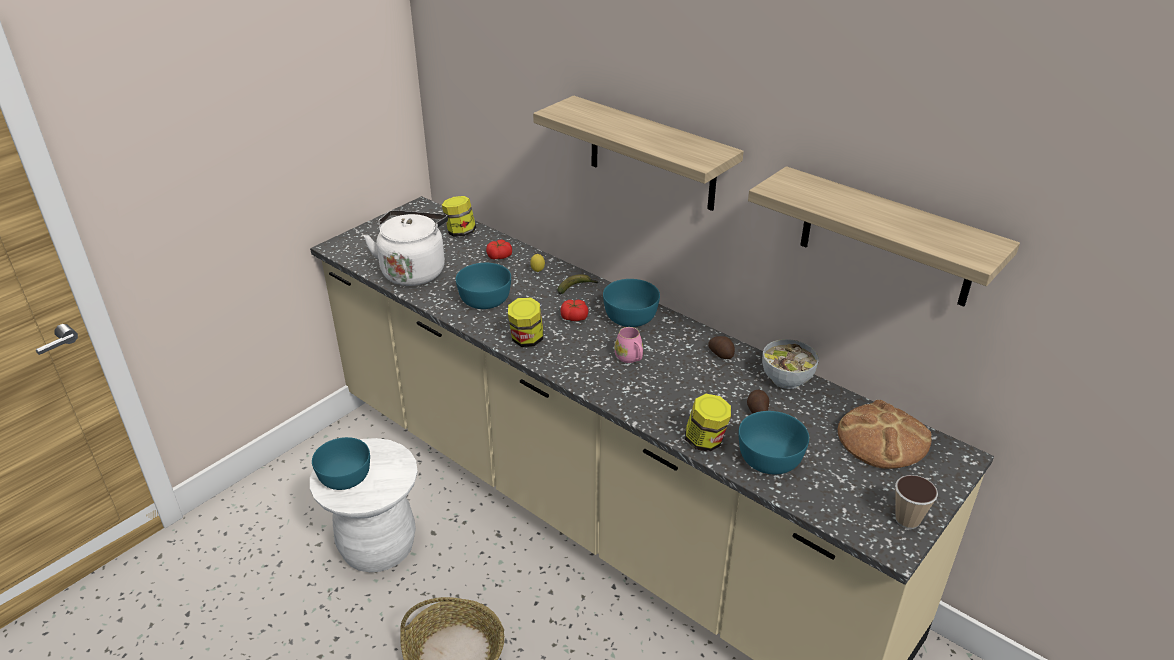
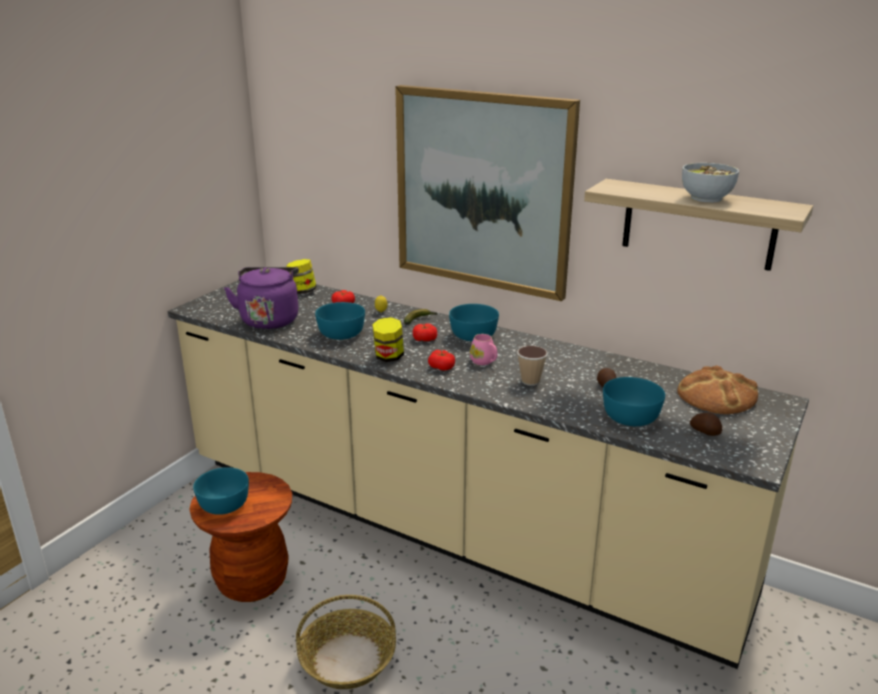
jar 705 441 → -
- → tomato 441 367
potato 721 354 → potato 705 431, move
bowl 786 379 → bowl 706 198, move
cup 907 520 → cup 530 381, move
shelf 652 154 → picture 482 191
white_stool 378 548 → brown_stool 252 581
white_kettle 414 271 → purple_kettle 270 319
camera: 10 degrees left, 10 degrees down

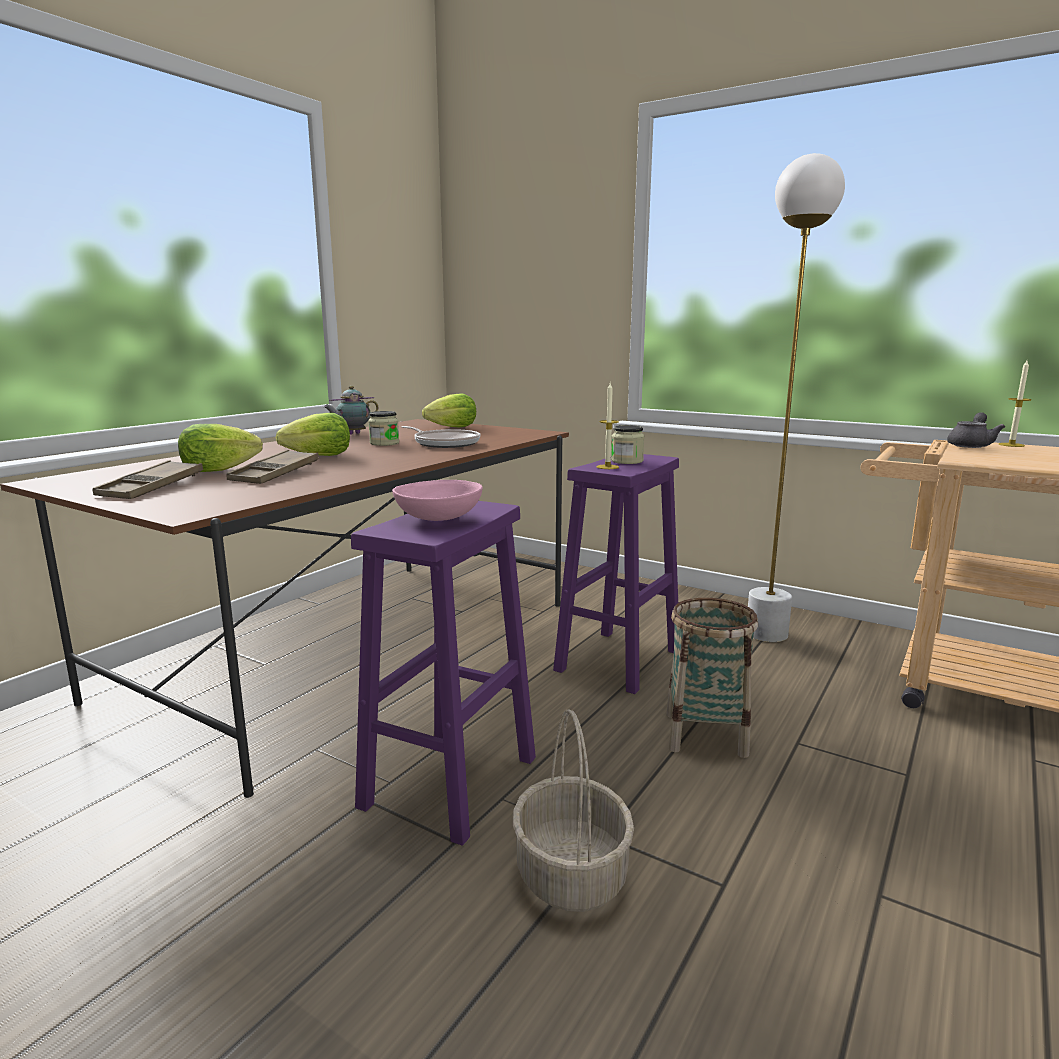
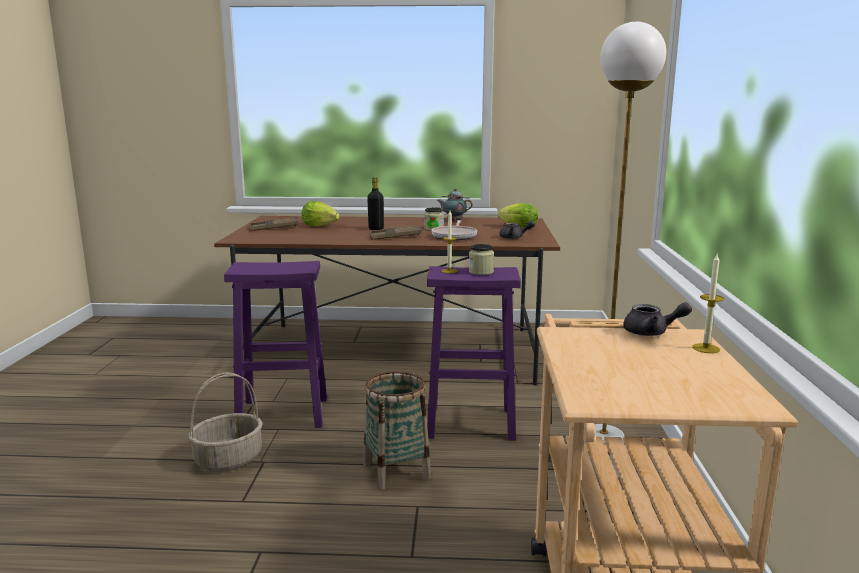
pink_bowl 439 519 → -
- → grey_teapot 514 238
brown_tray 275 474 → brown_tray 395 237, move
lettuce 319 456 → black_bottle 376 229
camera: 60 degrees right, 0 degrees up

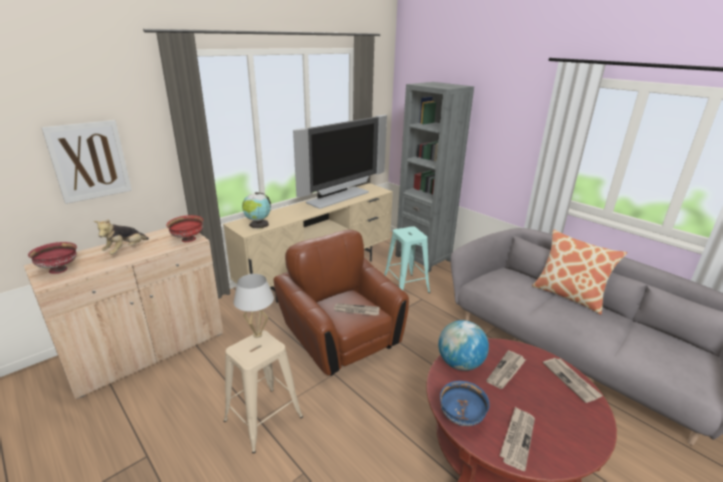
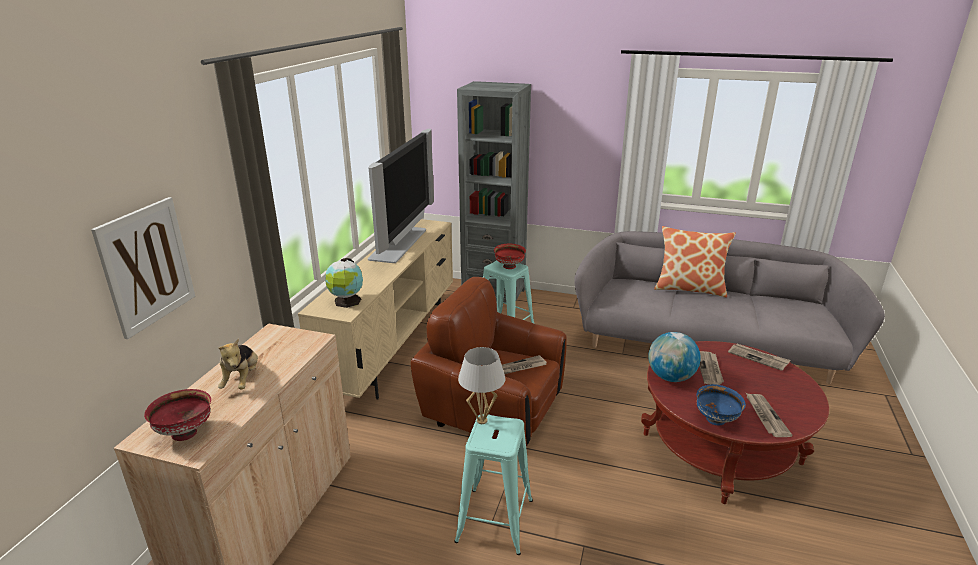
red_bowl 188 239 → red_bowl 509 266, move
beige_stool 263 418 → turquoise_stool 495 520
camera: 30 degrees left, 0 degrees up

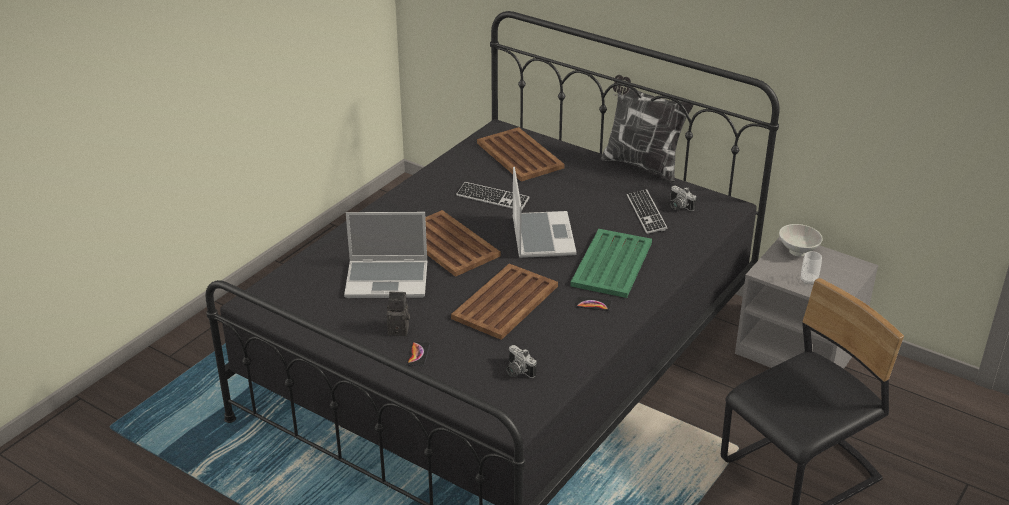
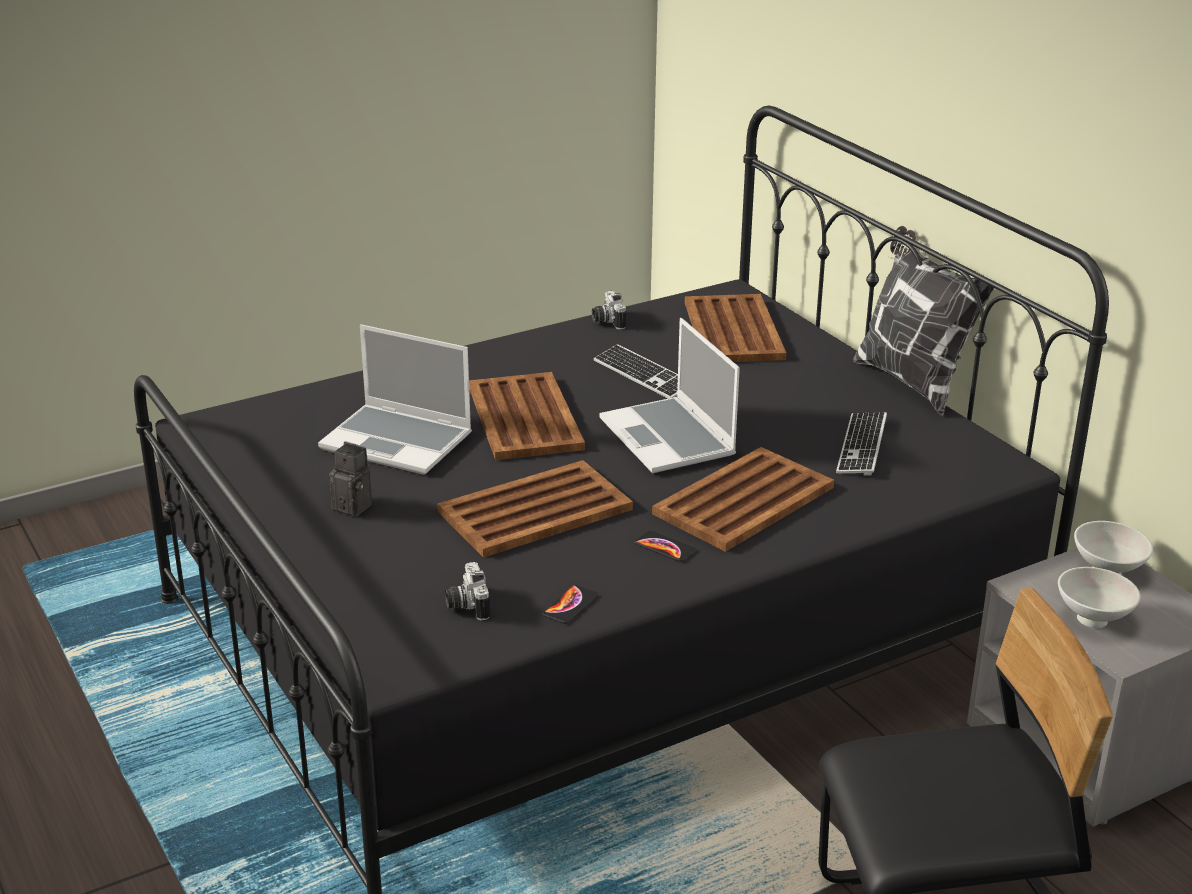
phone 418 354 → phone 570 605, move
photo_camera 678 207 → photo_camera 606 321, move
cup 808 280 → white_bowl 1092 618
green_tray 612 263 → brown_tray 745 500
laptop 541 236 → laptop 669 438, 135 degrees clockwise
camera: 25 degrees right, 5 degrees down

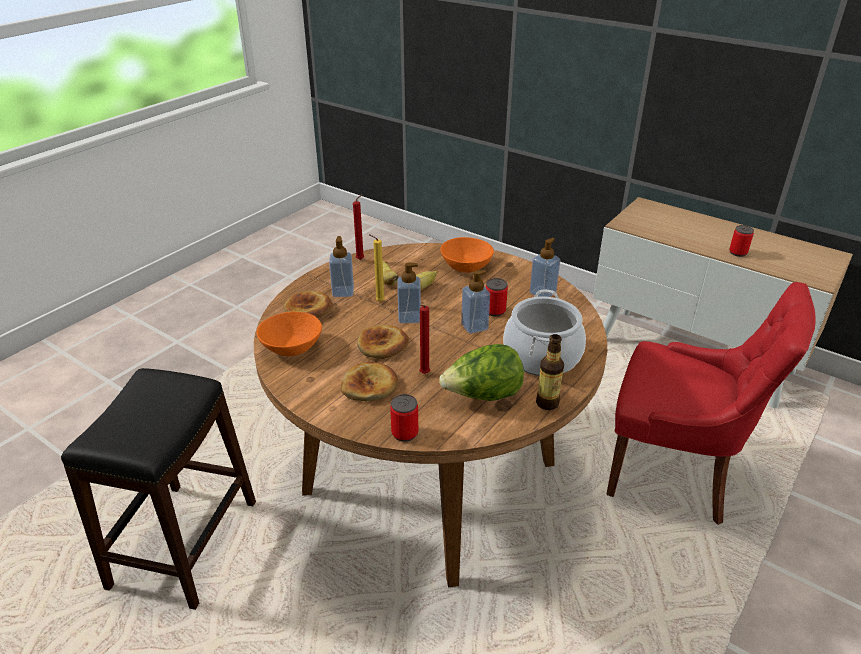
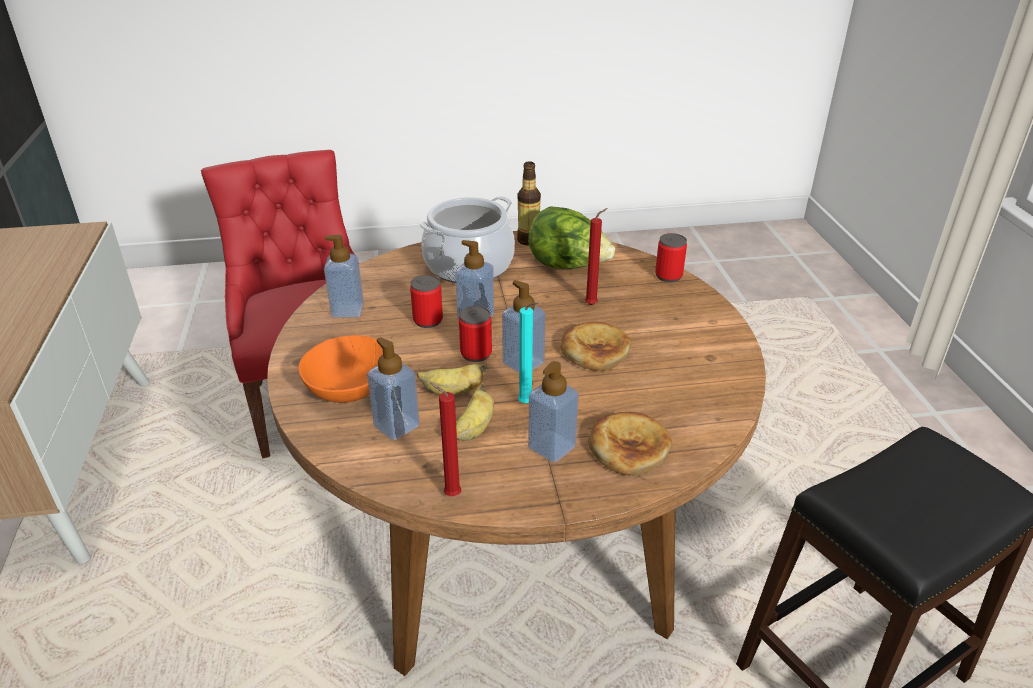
orange_bowl 292 348 → -
bread 369 385 → -
- → soap_dispenser 396 426
can 738 252 → can 476 353, move
yellow_candle 378 301 → turquoise_candle 527 404
camera: 135 degrees left, 0 degrees up

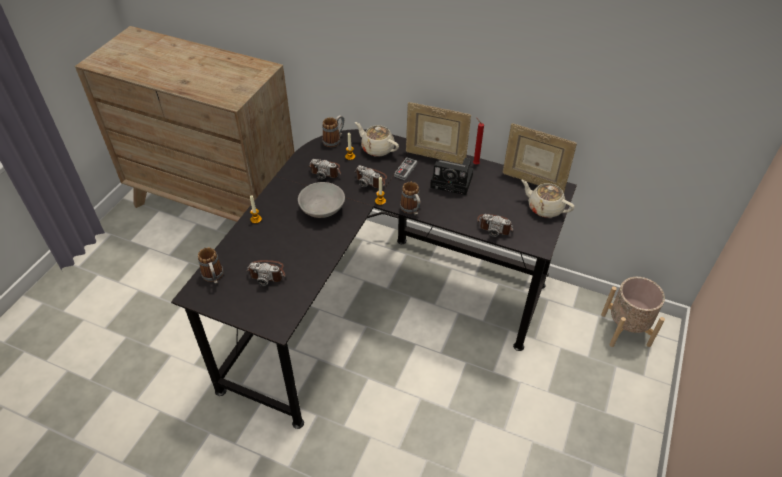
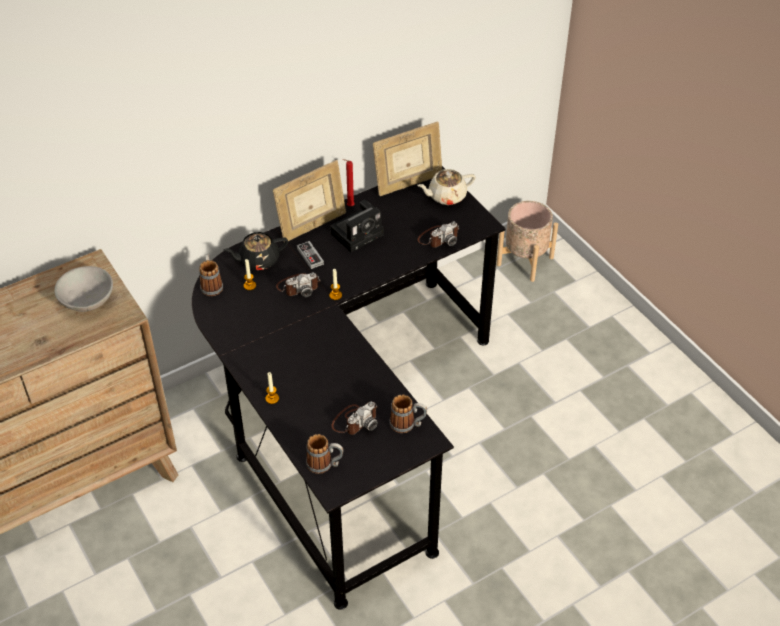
photo_camera 325 170 → -
grey_bowl 322 209 → grey_bowl 87 300, move
mug 412 210 → mug 407 424, move
beige_teapot 377 148 → black_teapot 258 260
camera: 55 degrees left, 0 degrees up

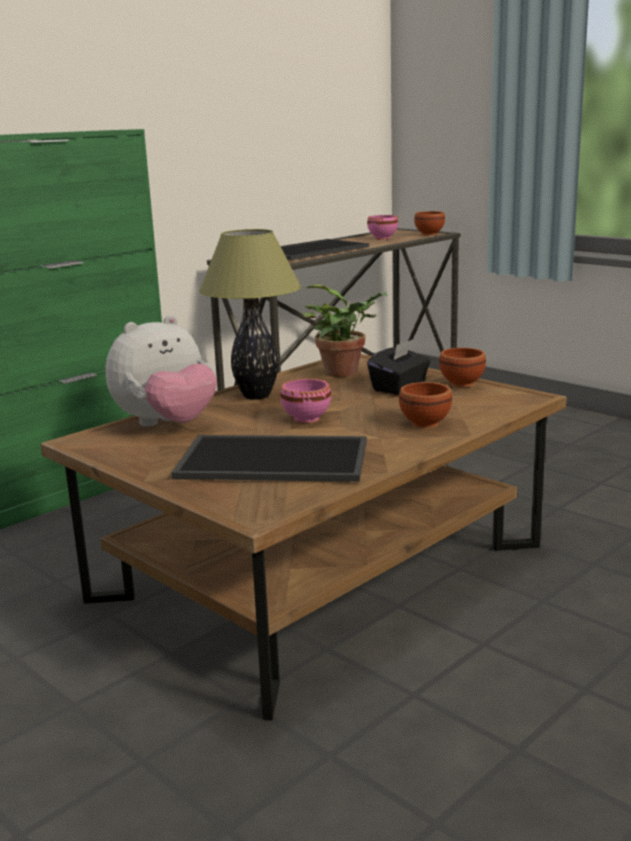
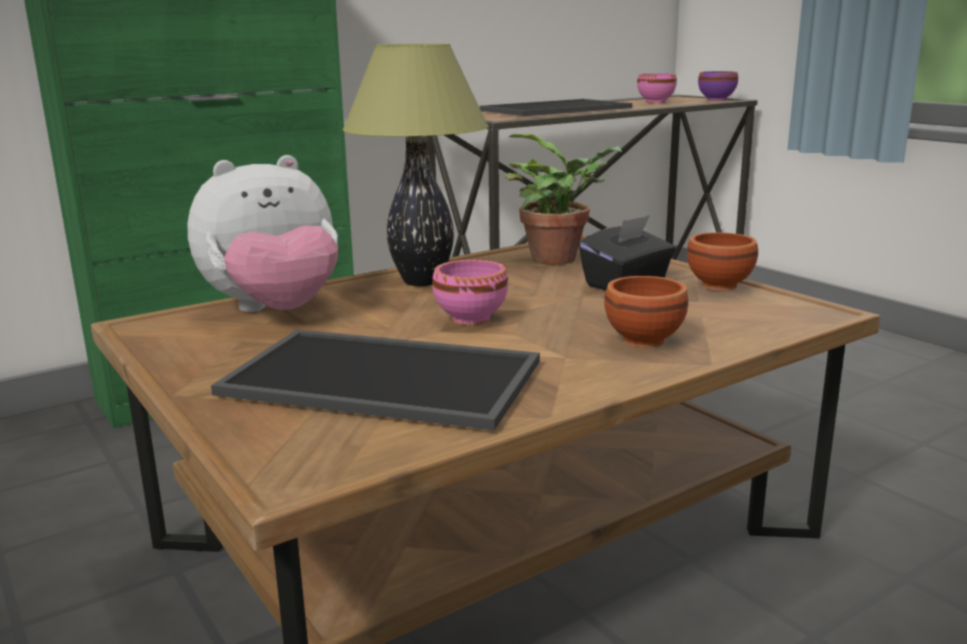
brown_bowl 430 234 → purple_bowl 717 100
camera: 10 degrees right, 0 degrees up

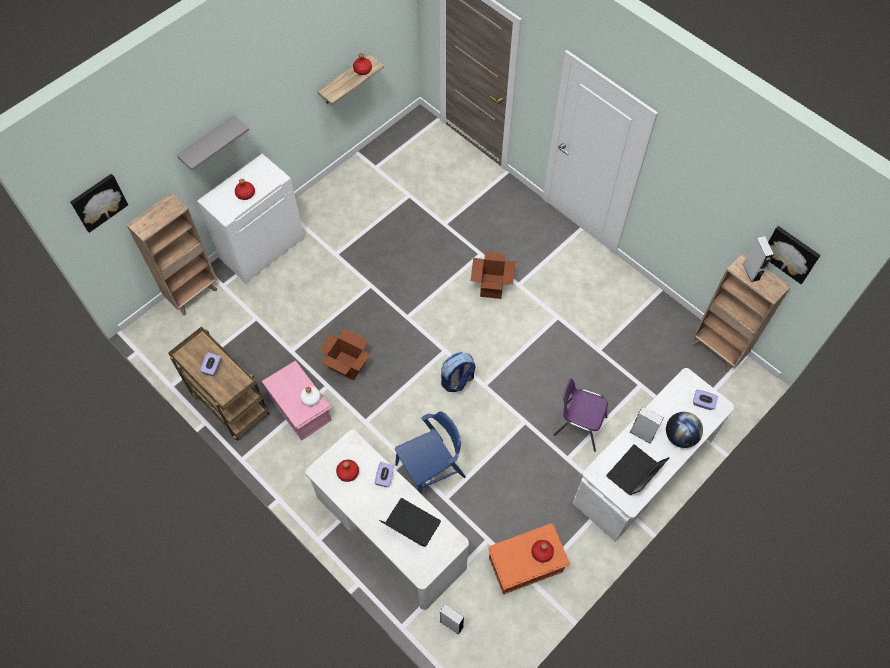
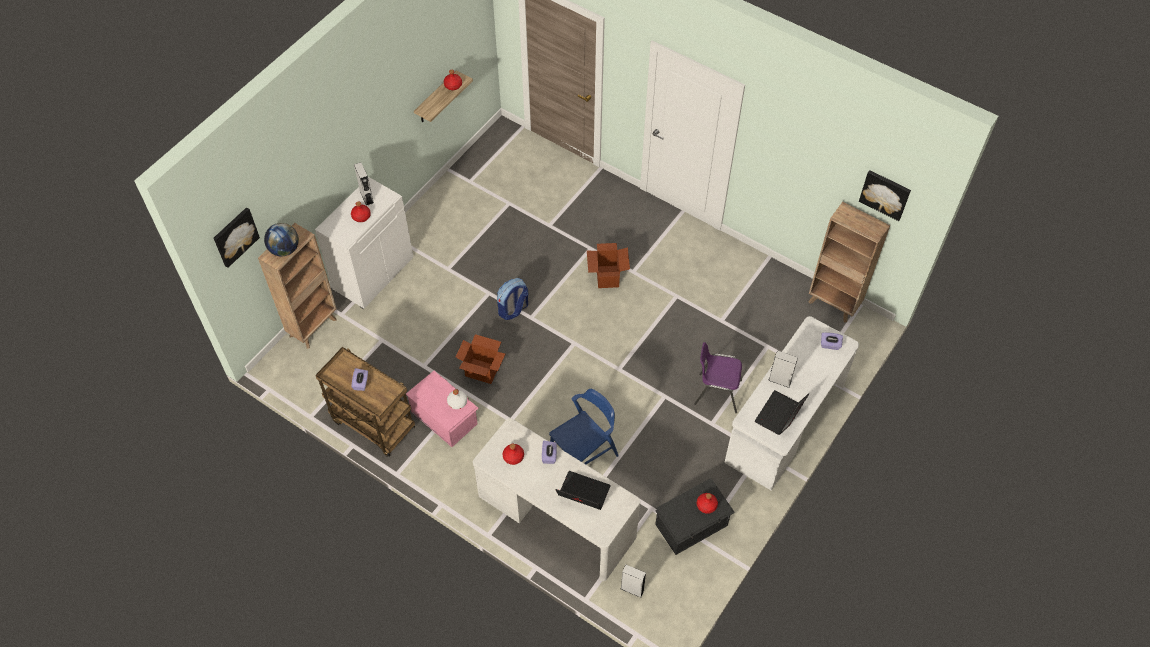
grey_shelf 208 143 → -
backpack 457 381 → backpack 513 310, move
globe 680 436 → globe 284 249, move
grey_speaker 751 272 → grey_speaker 366 197, move
orange_storage_box 526 565 → black_storage_box 692 525
camera: 10 degrees left, 5 degrees down

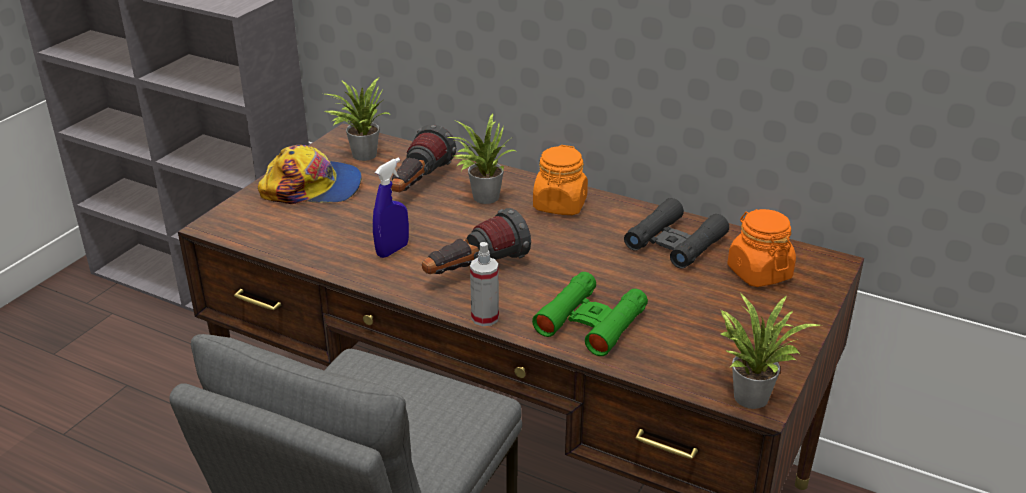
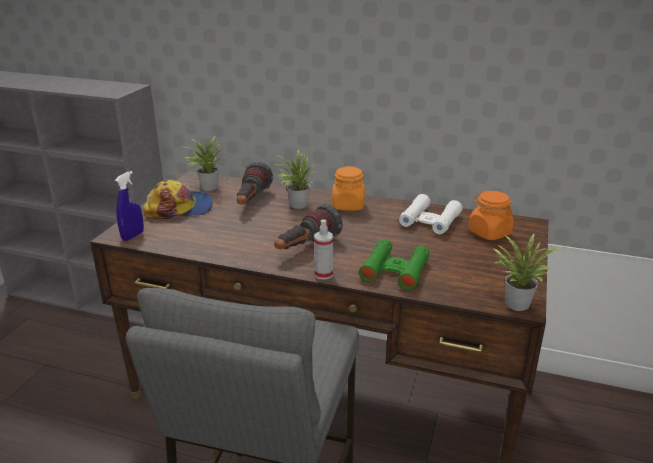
blue_spray_bottle 392 250 → blue_spray_bottle 133 236, move
black_binoculars 675 243 → white_binoculars 430 220
camera: 10 degrees left, 5 degrees down

